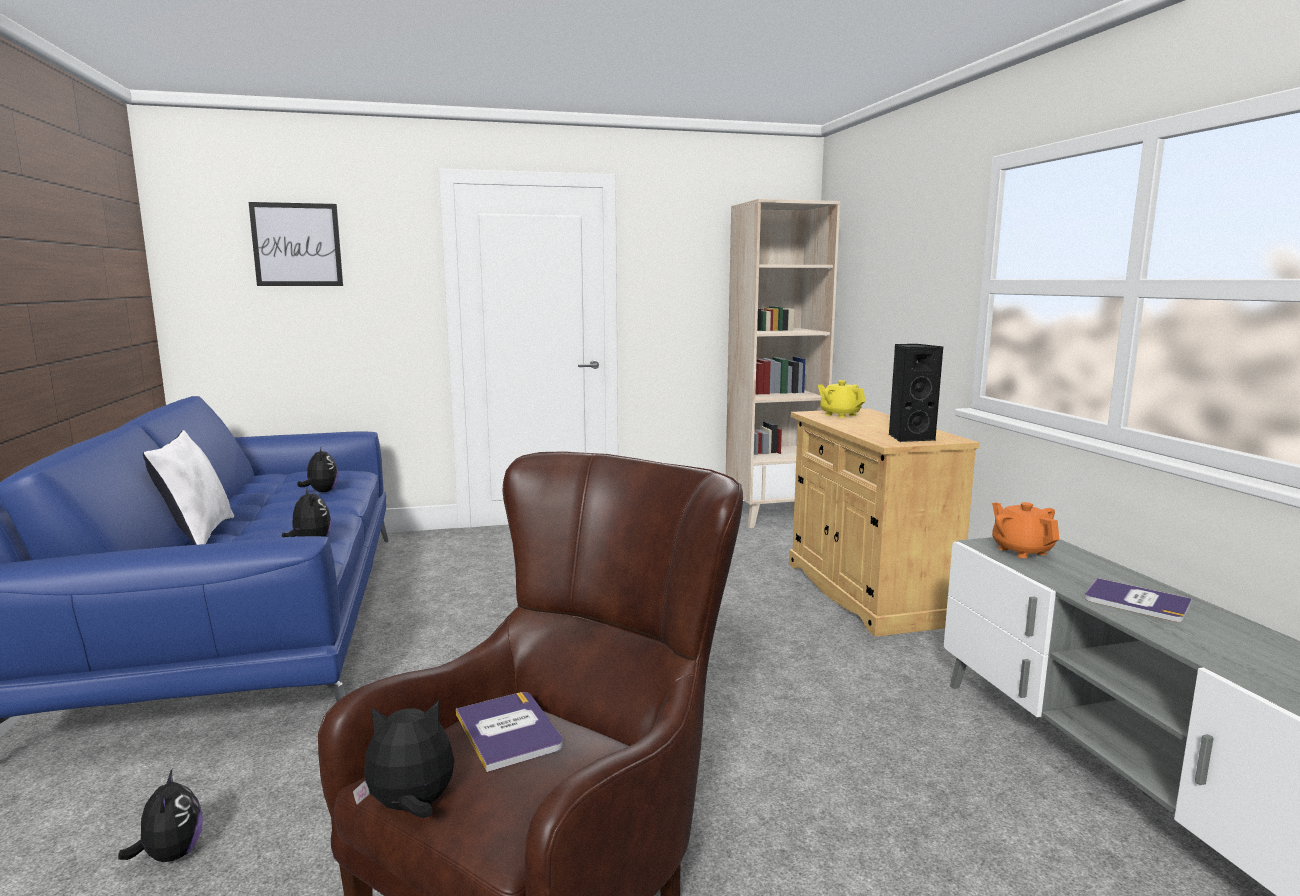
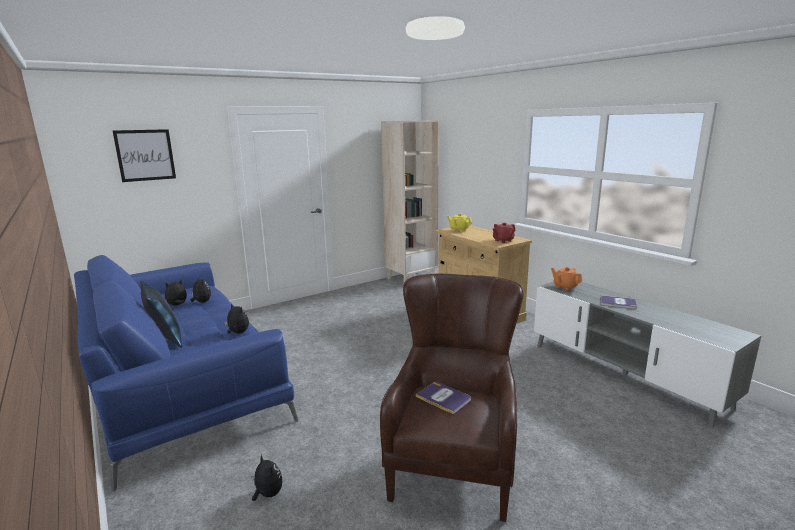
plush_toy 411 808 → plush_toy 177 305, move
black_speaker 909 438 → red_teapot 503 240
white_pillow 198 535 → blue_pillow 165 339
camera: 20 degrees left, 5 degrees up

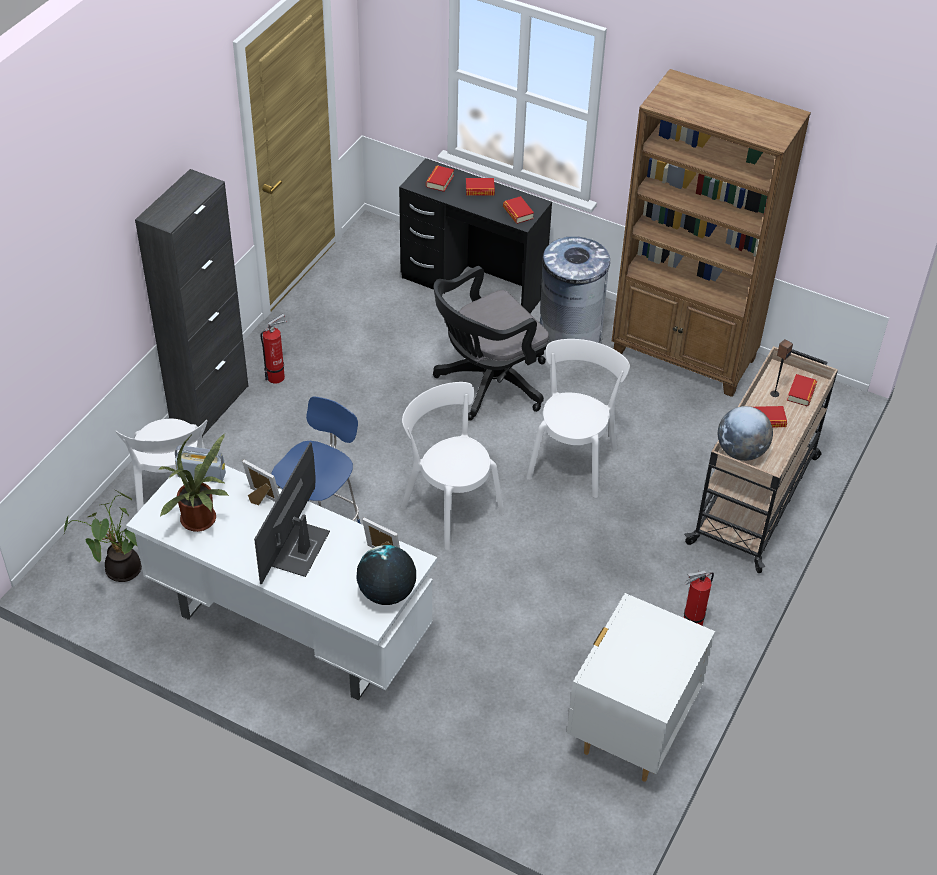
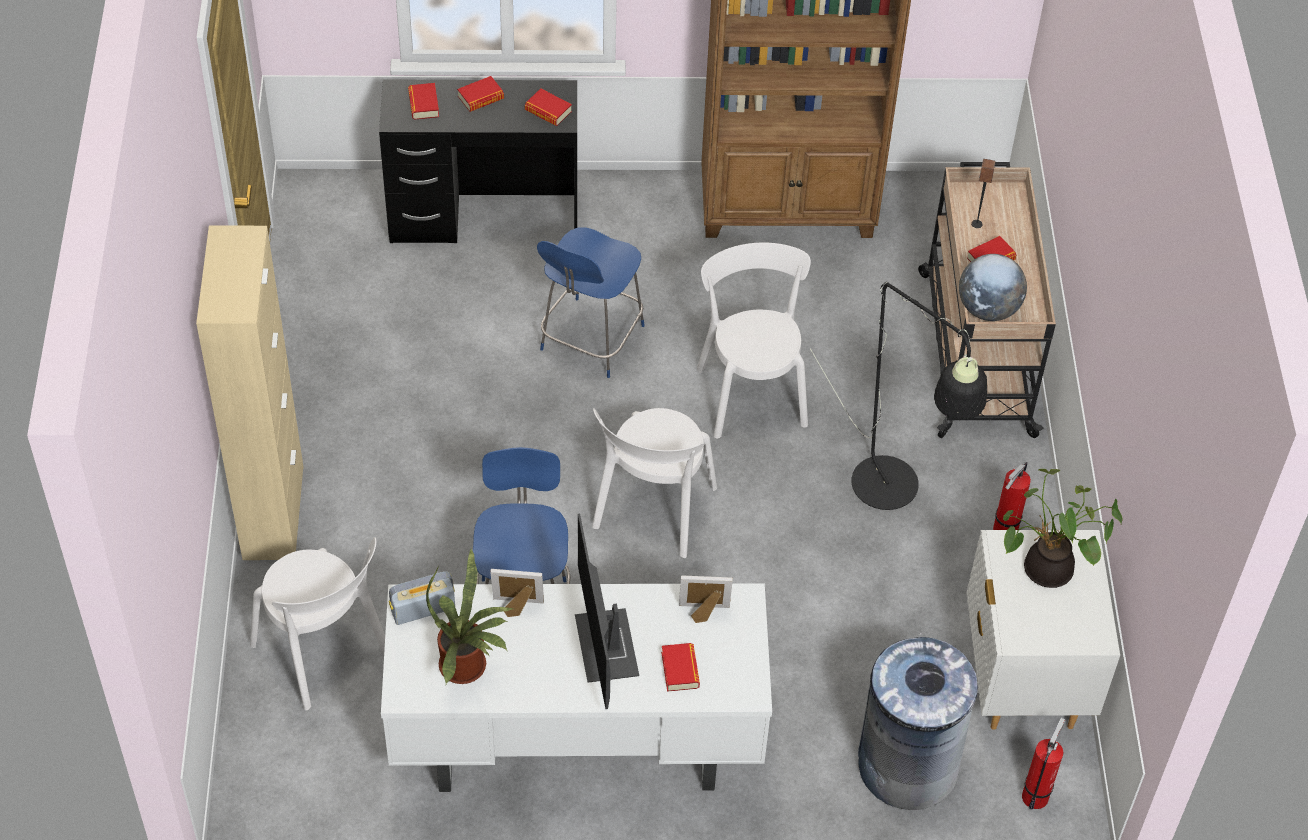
globe 386 593 → -
- → black_floor_lamp 893 496
potted_plant 120 570 → potted_plant 1045 573, move
fire_extinguisher 278 376 → fire_extinguisher 1036 794, move
grey_trash_can 569 336 → grey_trash_can 906 766, move
book 801 393 → book 680 670, move
black_office_chair 487 385 → blue_stool 590 340
black_cabinet 210 405 → beige_cabinet 273 512
white_chair 449 506 → white_chair 652 512, 90 degrees counterclockwise
camera: 30 degrees left, 5 degrees up

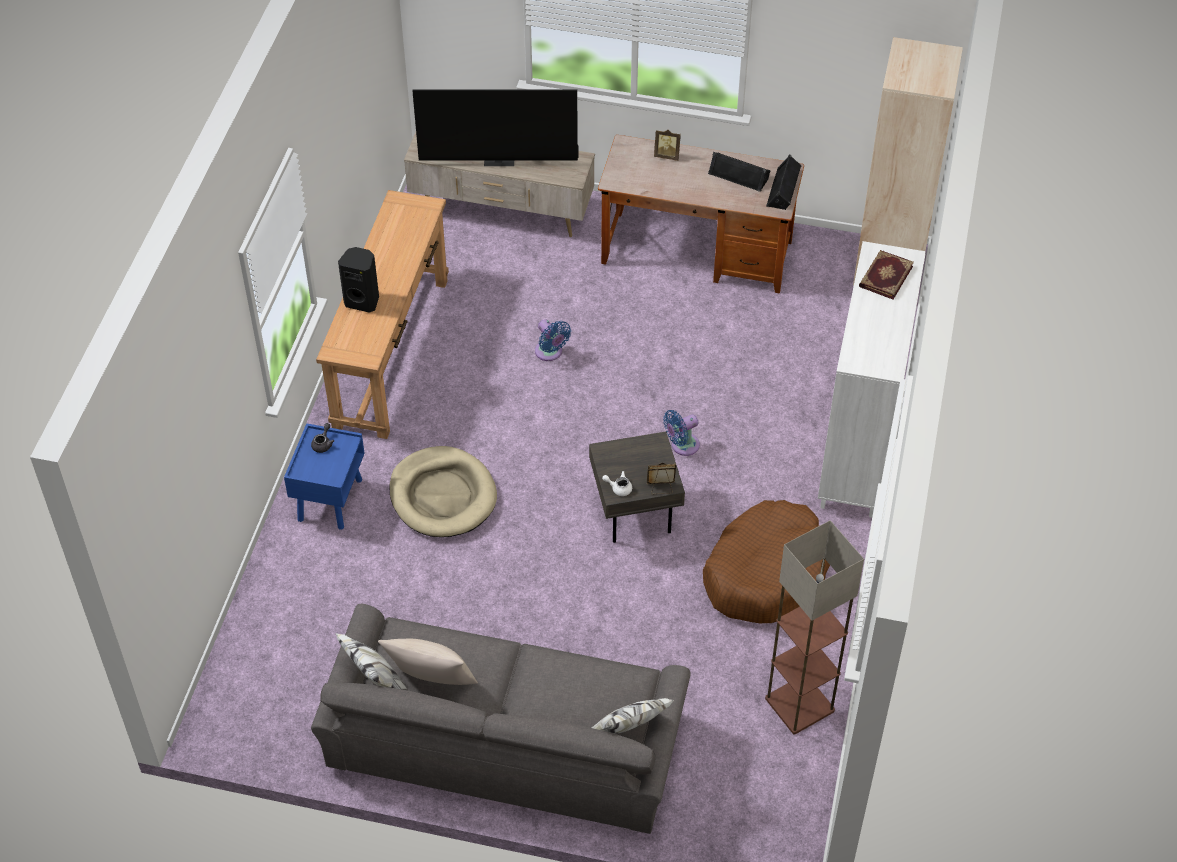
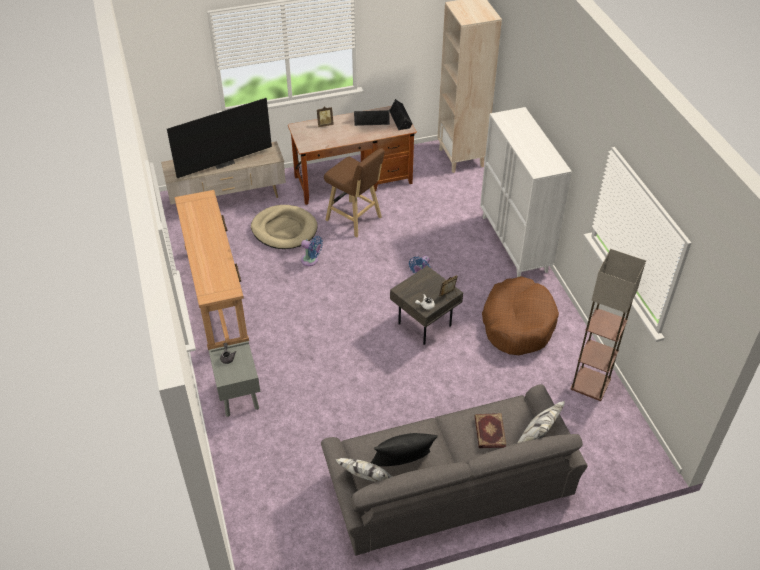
black_speaker 363 301 → -
- → brown_stool 355 220
beige_dog_bed 443 495 → beige_dog_bed 284 229, move
book 885 276 → book 489 432, move
blue_nightstand 330 499 → grey_nightstand 238 395
beige_pillow 431 684 → black_pillow 402 466
camera: 30 degrees left, 5 degrees down

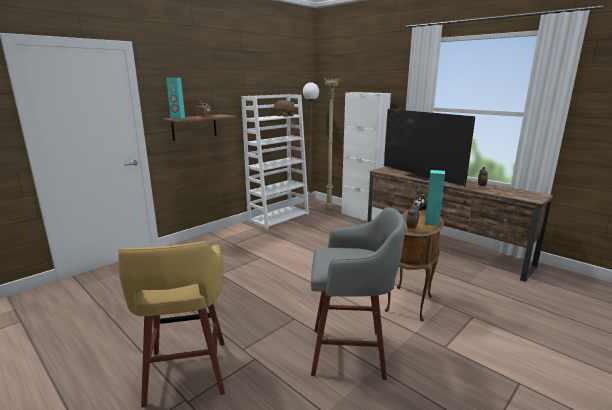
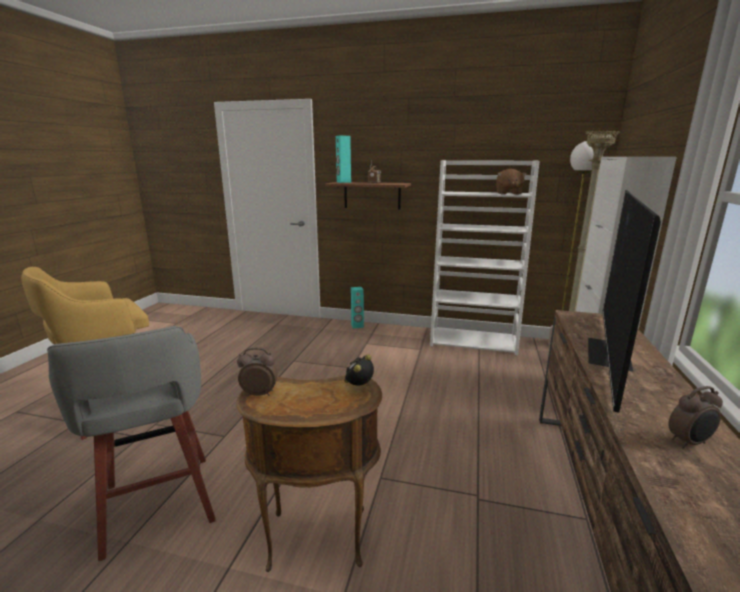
turquoise_speaker 432 222 → turquoise_speaker 357 326, move
camera: 60 degrees right, 0 degrees up

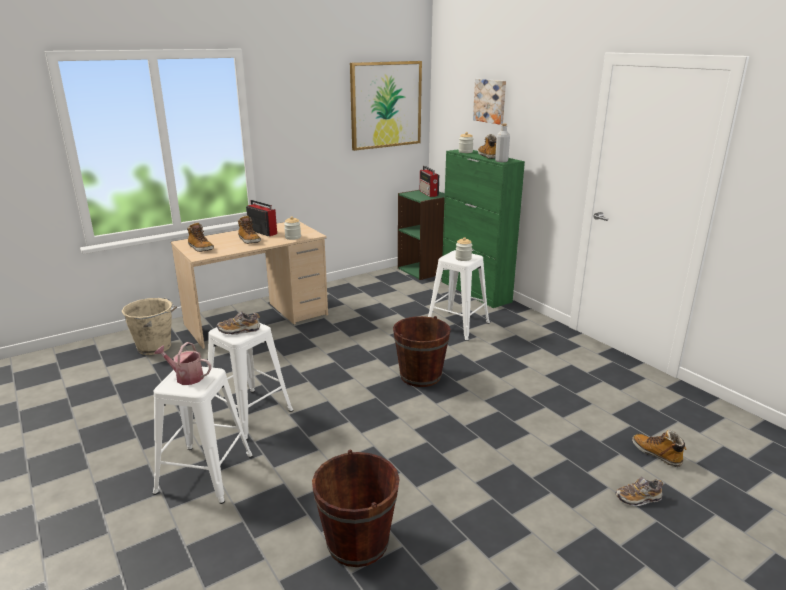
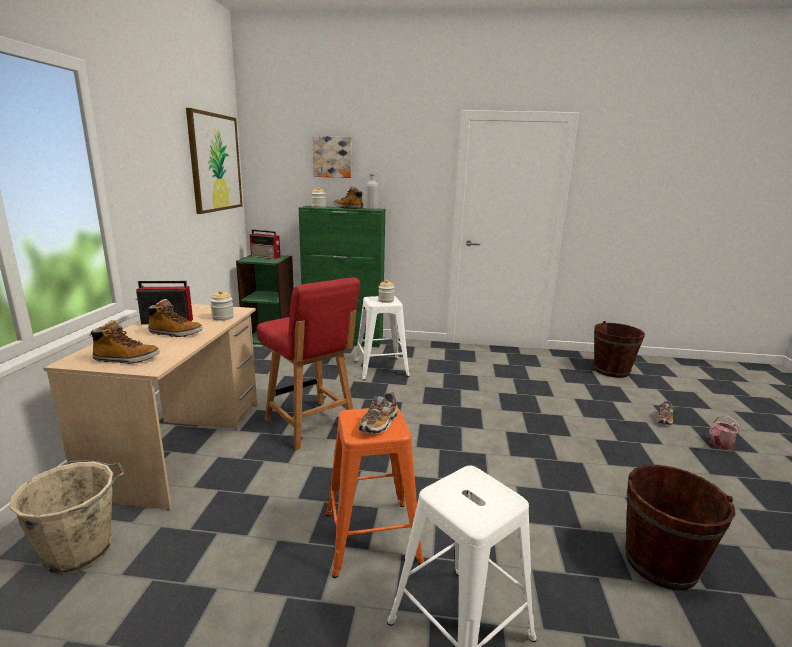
boot 656 454 → -
- → red_chair 311 425
watering_can 186 377 → watering_can 719 445, move
brown_bucket 420 376 → brown_bucket 611 370, move
white_stool 249 413 → orange_stool 370 536
camera: 50 degrees left, 5 degrees down

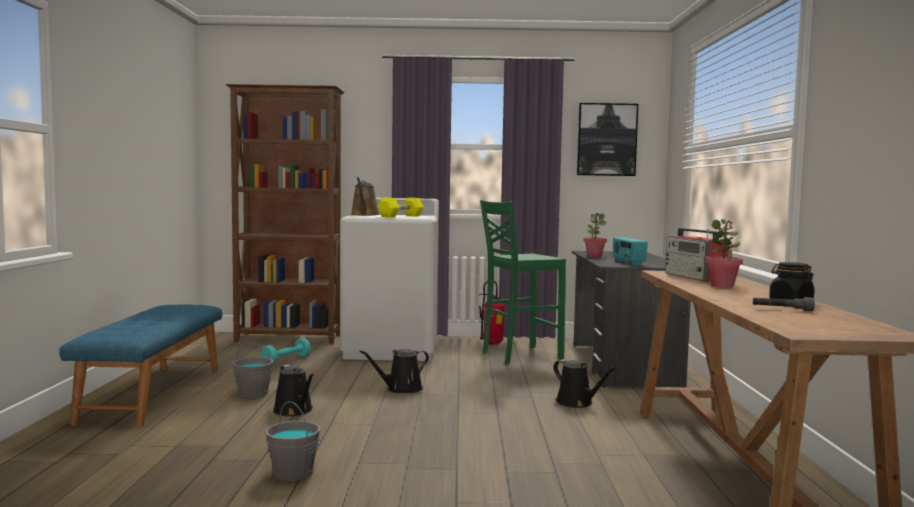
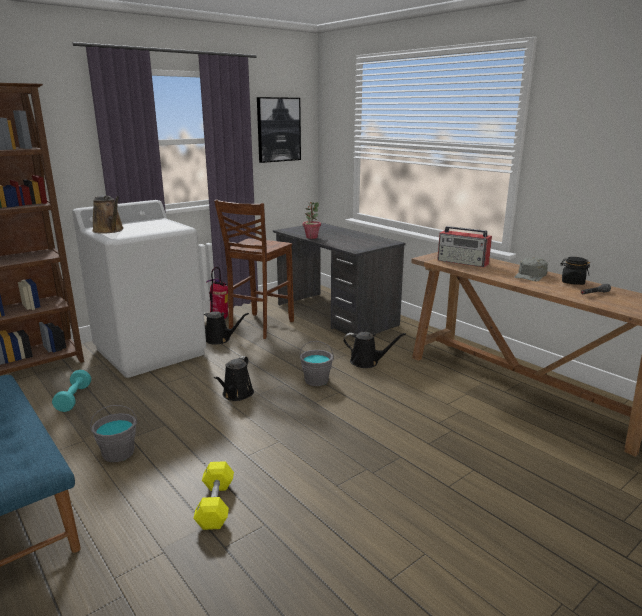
radio 628 263 → -
potted_plant 722 286 → -
- → grey_cap 530 275
grey_bucket 294 472 → grey_bucket 316 380, move
black_watering_can 294 411 → black_watering_can 219 339, move
yellow_dumbbell 401 216 → yellow_dumbbell 215 505, move
green_stool 519 355 → brown_stool 259 327
camera: 40 degrees left, 15 degrees up

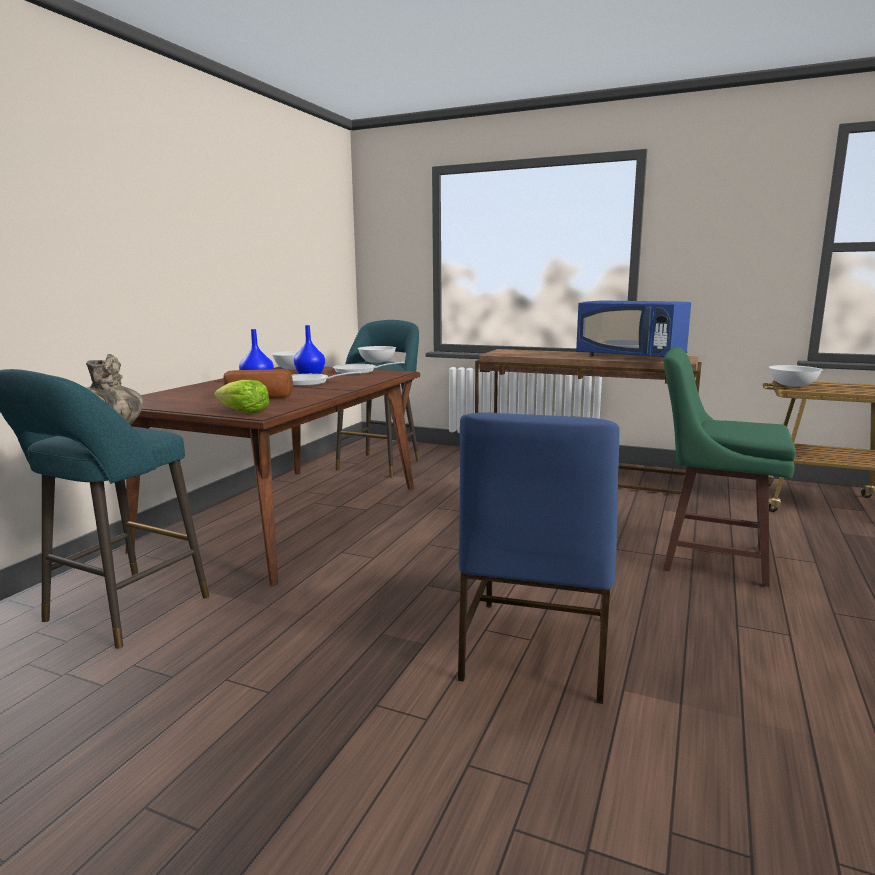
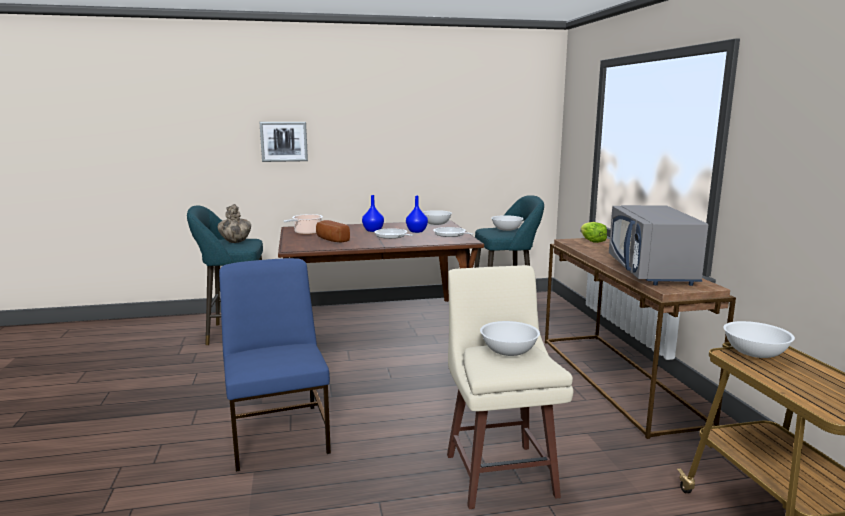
- → picture 284 141
- → cooking_pot 306 233
- → white_bowl 508 351
lettuce 244 412 → lettuce 592 241, move
blue_microwave 631 357 → grey_microwave 651 272
green_stool 710 558 → beige_stool 500 473
blue_chair 535 649 → blue_chair 279 434, 90 degrees clockwise
camera: 55 degrees right, 0 degrees up

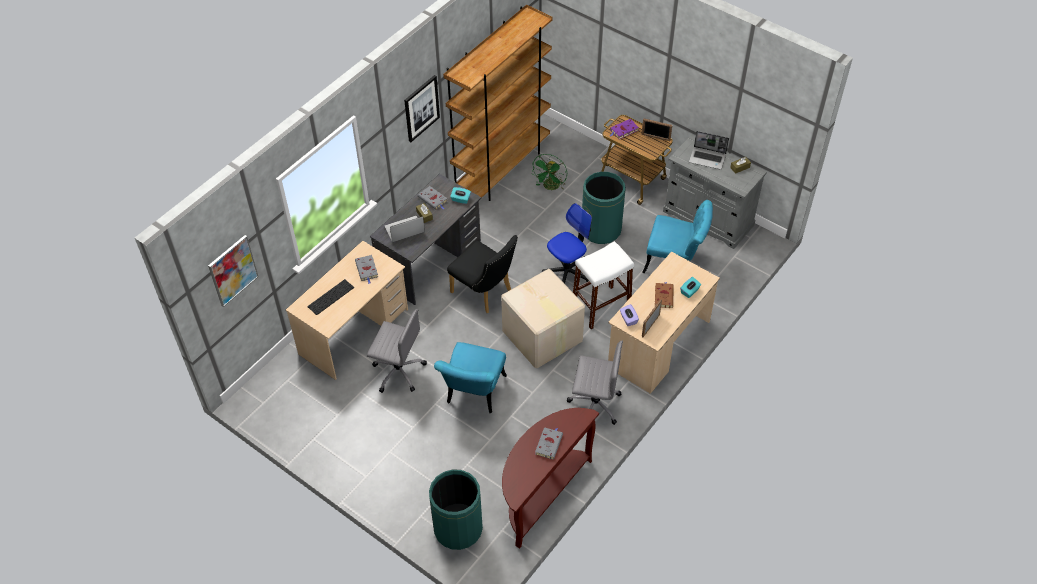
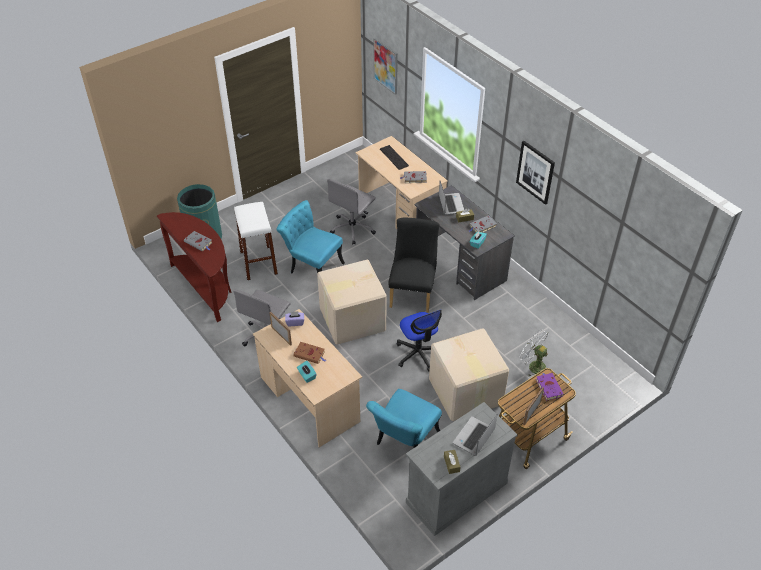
brown_bookcase 502 169 → -
white_stool 601 307 → white_stool 258 263, move
green_trash_can 601 229 → cardboard_box 465 392
green_fan 550 187 → white_fan 533 366
black_chair 485 293 → black_chair 413 292, 135 degrees clockwise
camera: 105 degrees right, 5 degrees down

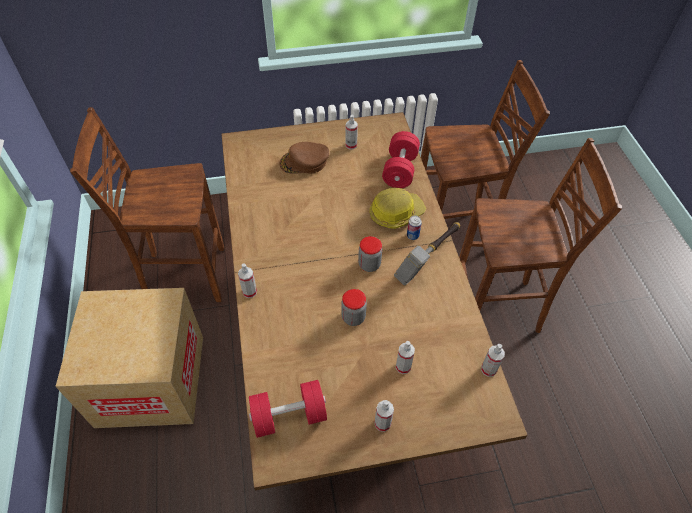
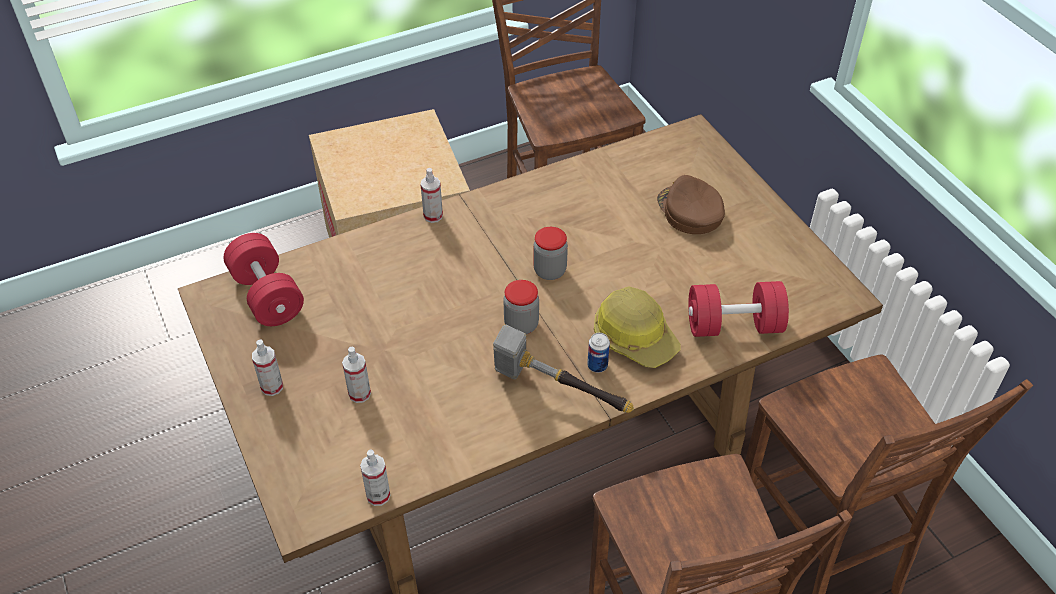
spray_bottle 351 145 → -
jar 353 317 → jar 550 271, move
camera: 75 degrees right, 5 degrees down

